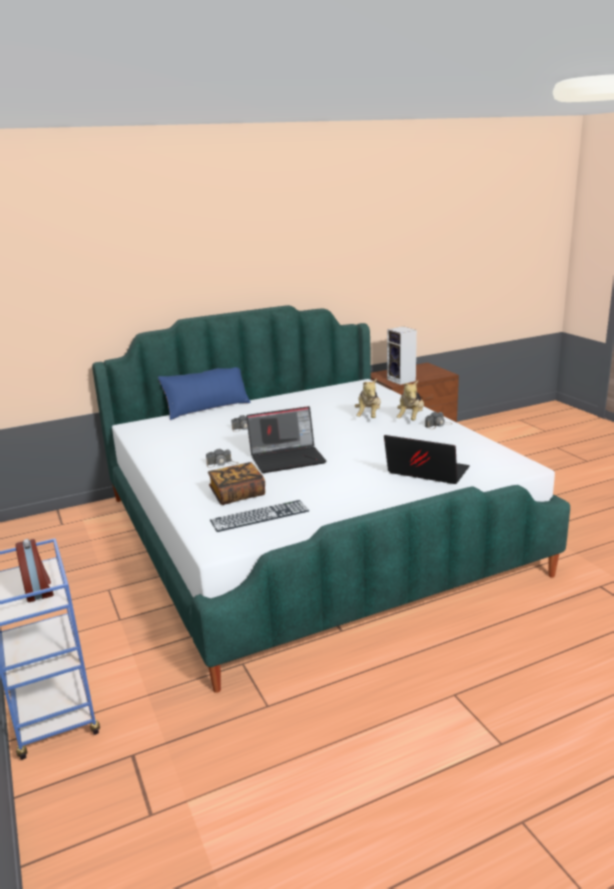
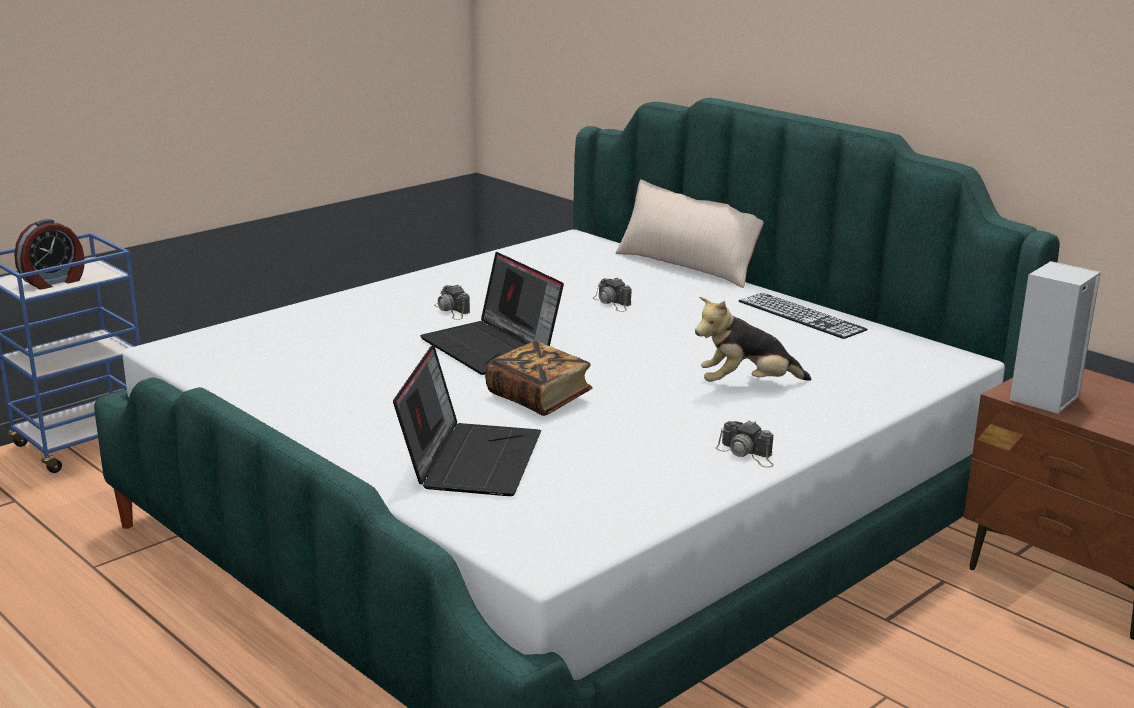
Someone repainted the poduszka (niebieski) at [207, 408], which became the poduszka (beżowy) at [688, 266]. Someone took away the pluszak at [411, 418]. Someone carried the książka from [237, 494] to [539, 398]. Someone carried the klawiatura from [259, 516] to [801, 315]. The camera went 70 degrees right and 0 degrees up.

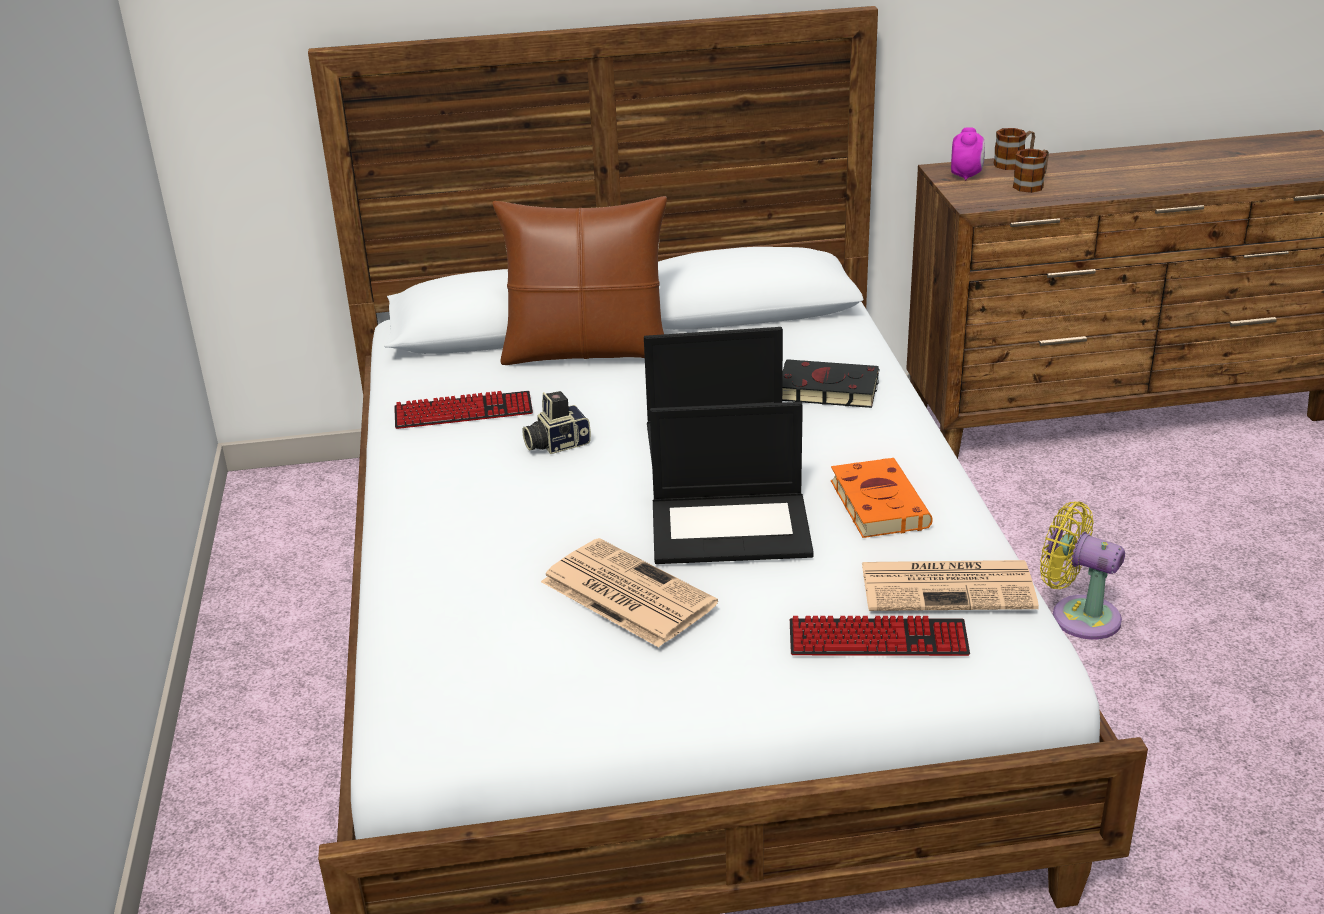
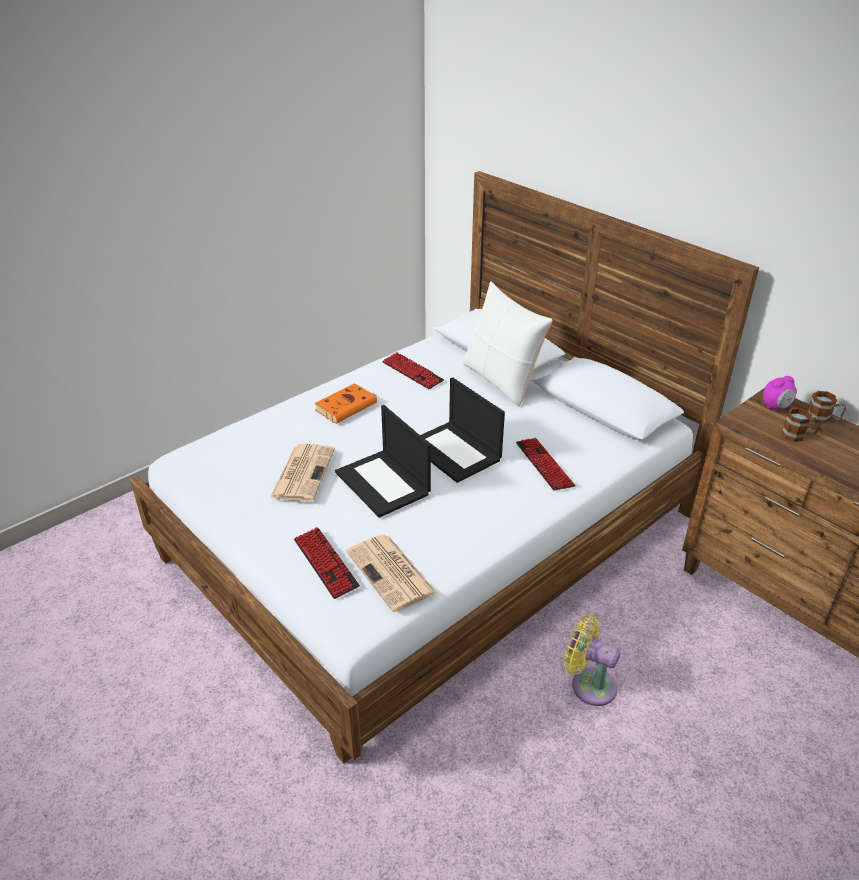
Someone repainted the poduszka (brązowy) at [587, 352], which became the poduszka (biały) at [501, 380]. Someone swapped the książka (czarny) at [824, 390] for the klawiatura at [544, 465]. Someone took away the aparat fotograficzny at [556, 443]. Someone carried the książka (pomarańczowy) from [877, 502] to [347, 406]. Someone rotated the wentylator (żółty) at [1078, 615] by 60 degrees counterclockwise. The camera went 55 degrees right and 5 degrees up.

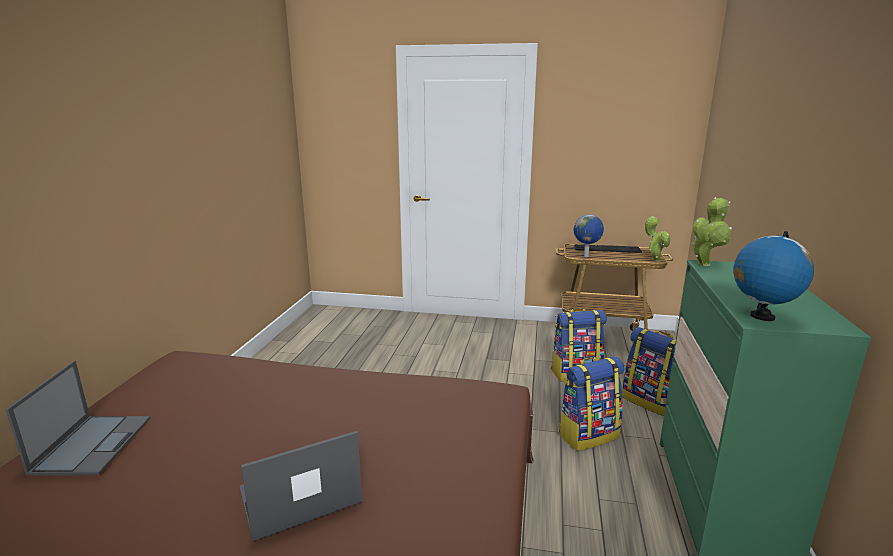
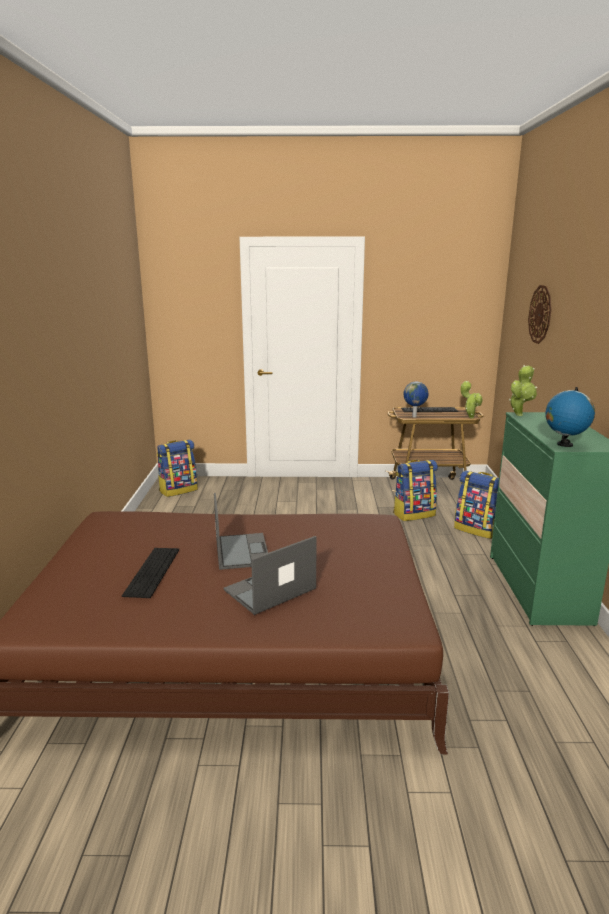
Someone carried the plecak from [588, 435] to [178, 490]. Someone carried the laptop from [93, 444] to [241, 551]. Someone put up the zegar ścienny at [540, 314]. Someone put down the klawiatura at [152, 571]. The camera went 10 degrees left and 0 degrees up.

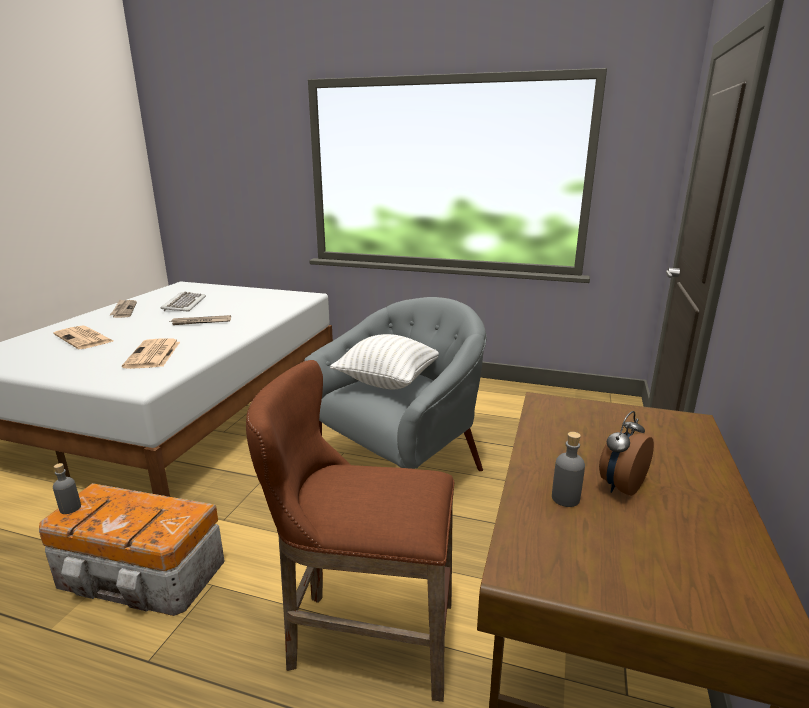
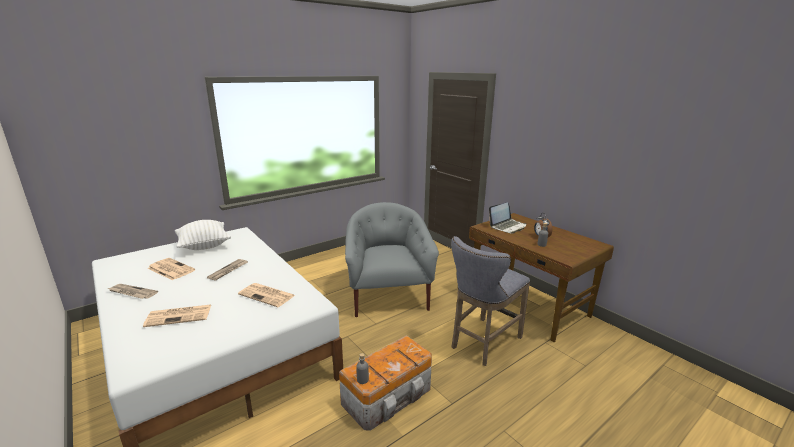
Someone swapped the klawiatura at [184, 304] for the gazeta at [170, 269]. Someone carried the poduszka (biały) from [388, 381] to [204, 246]. Someone repainted the stołek (brązowy) at [362, 637], which became the stołek (szary) at [483, 343]. Someone put down the laptop at [507, 226]. The camera went 55 degrees left and 0 degrees up.

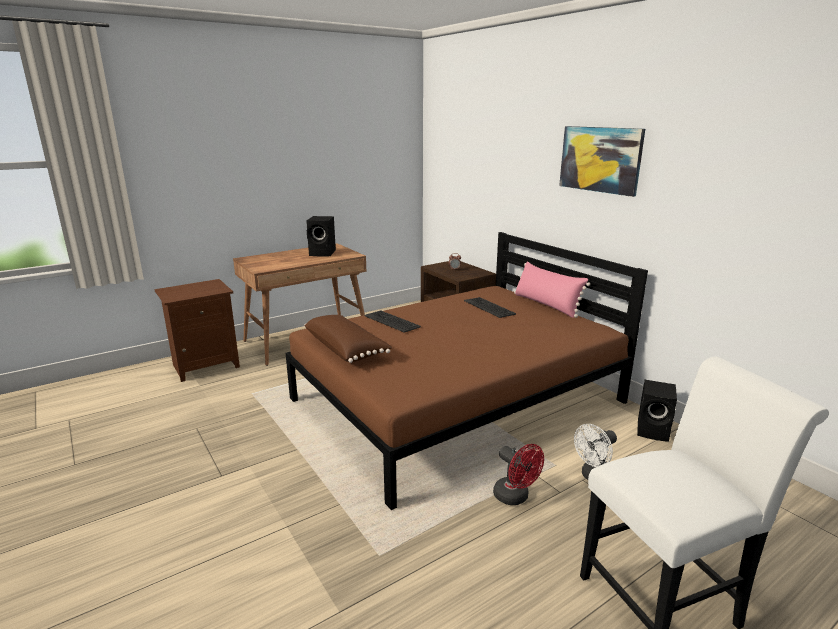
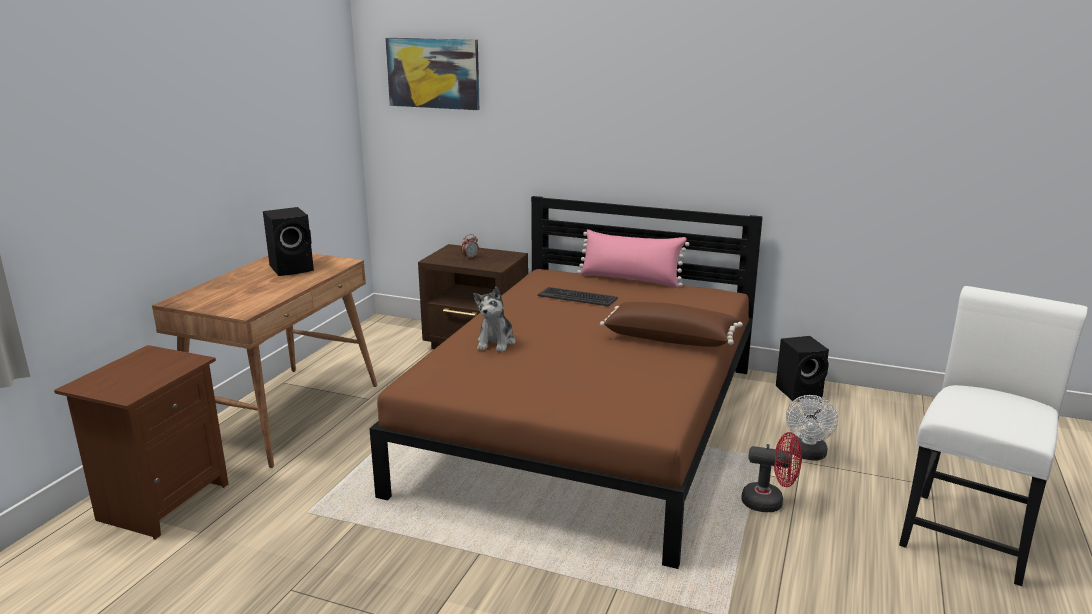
Someone carried the obraz from [600, 159] to [433, 73]. Someone swapped the klawiatura at [392, 321] for the pluszak at [496, 342]. Someone carried the poduszka (brązowy) from [346, 349] to [670, 338]. The camera went 35 degrees left and 0 degrees up.

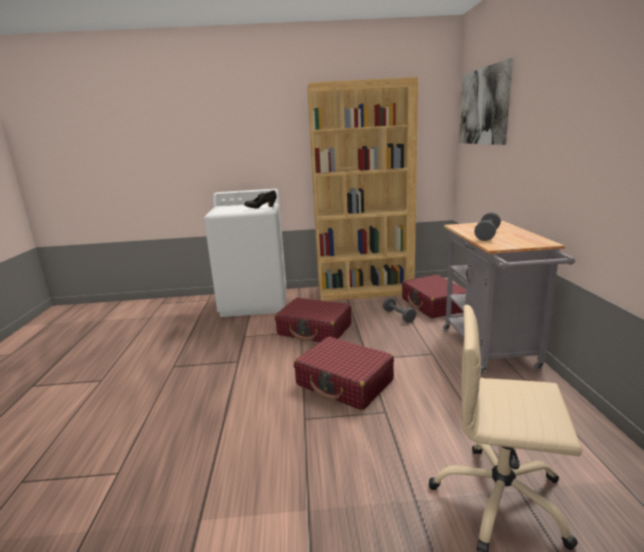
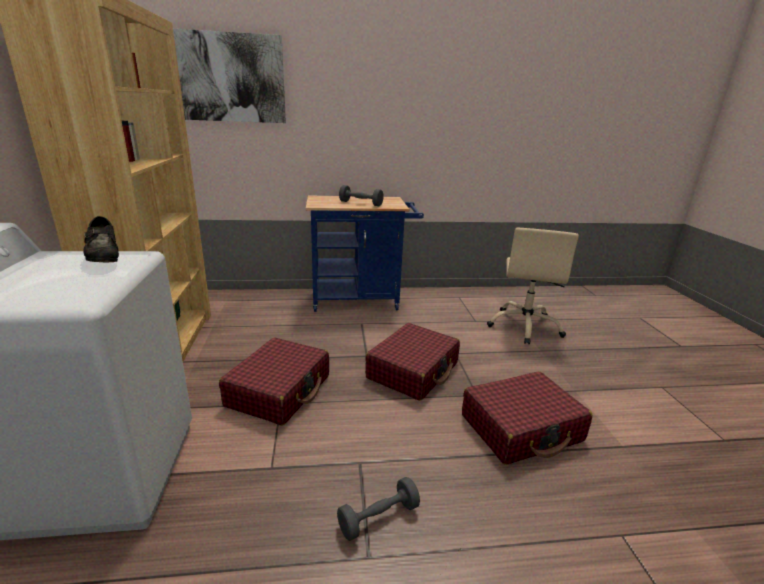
Someone repainted the wózek (szary) at [492, 351], which became the wózek (niebieski) at [361, 300]. Someone carried the walizka (czerwony) from [434, 305] to [521, 428]. Someone carried the hantel (szary) from [399, 316] to [378, 518]. The camera went 95 degrees left and 5 degrees up.

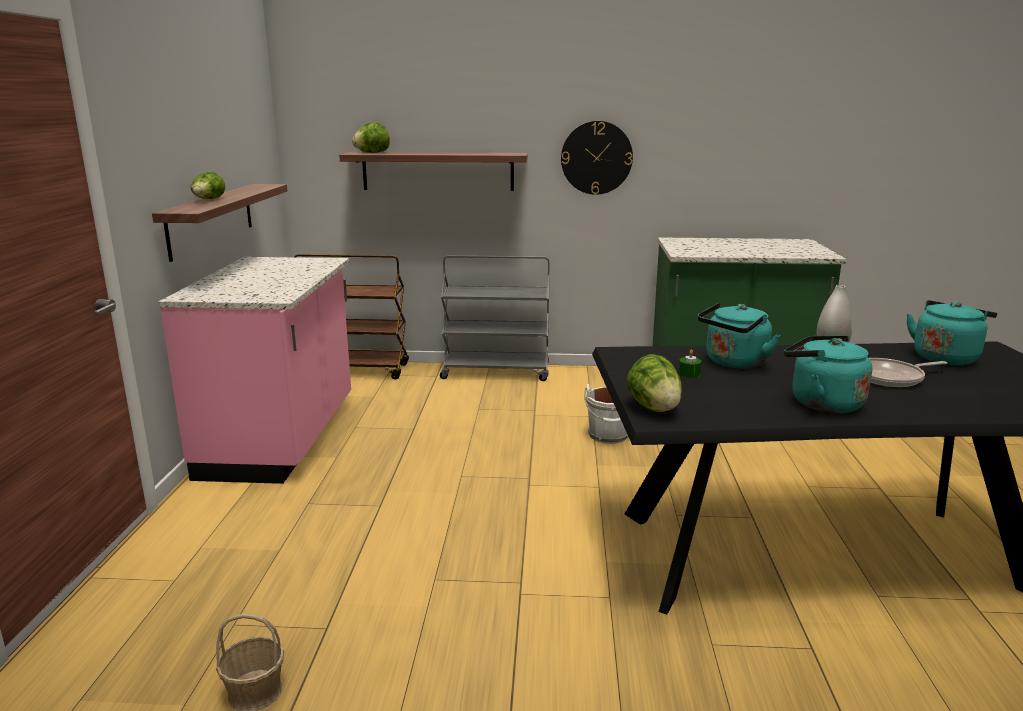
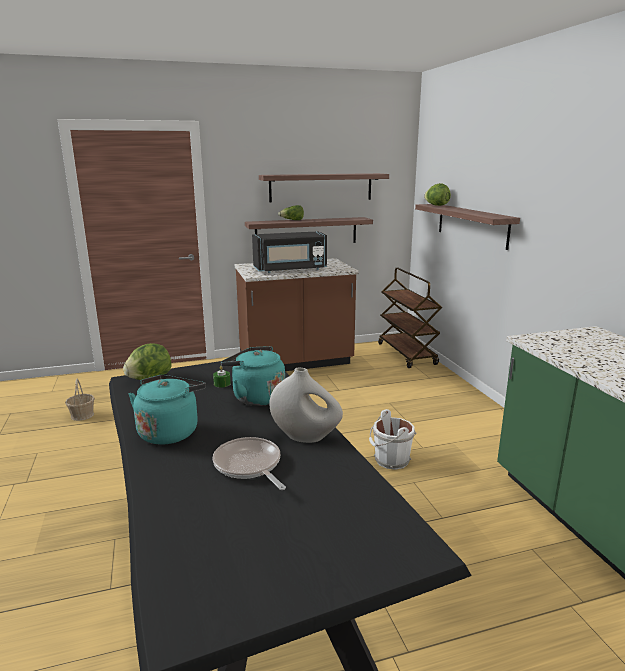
Someone took away the zegar ścienny at [596, 158]. Someone took away the wózek (szary) at [496, 372]. Someone repainted the zabudowa kuchenna (różowy) at [282, 440], which became the zabudowa kuchenna (brązowy) at [296, 362]. Someone took away the czajnik (turkusowy) at [945, 357]. Someone put up the półka at [321, 187]. Someone put down the mikrofalówka (czarny) at [290, 269]. The camera went 70 degrees right and 0 degrees up.

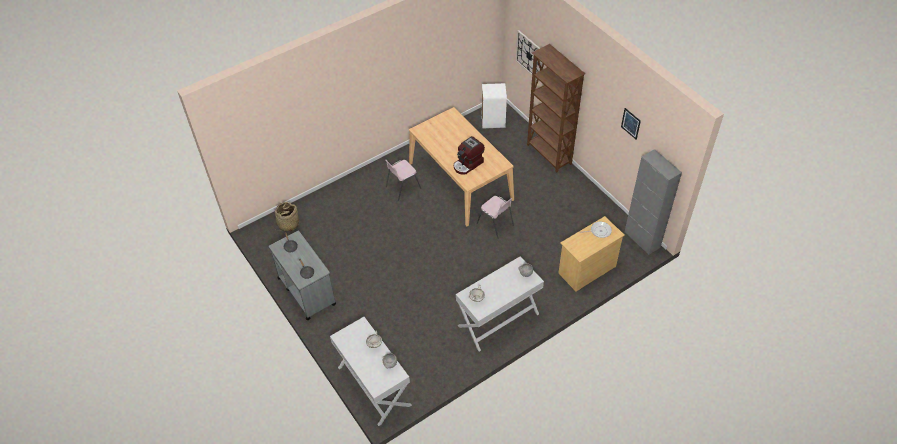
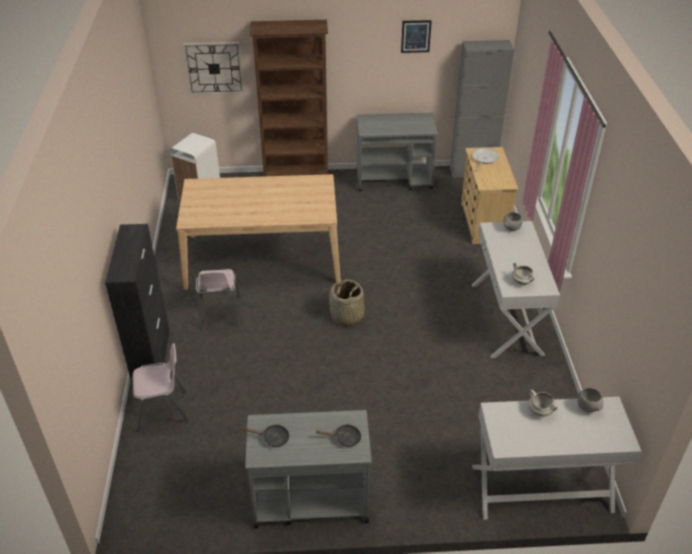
Someone took away the ekspres do kawy at [468, 164]. Someone carried the krzesło (różowy) from [495, 224] to [162, 411]. Someone carried the koszyk from [288, 224] to [347, 316]. Someone put down the wózek (szary) at [394, 180]. Someone put down the szafka (czarny) at [152, 358]. The camera went 60 degrees left and 10 degrees down.

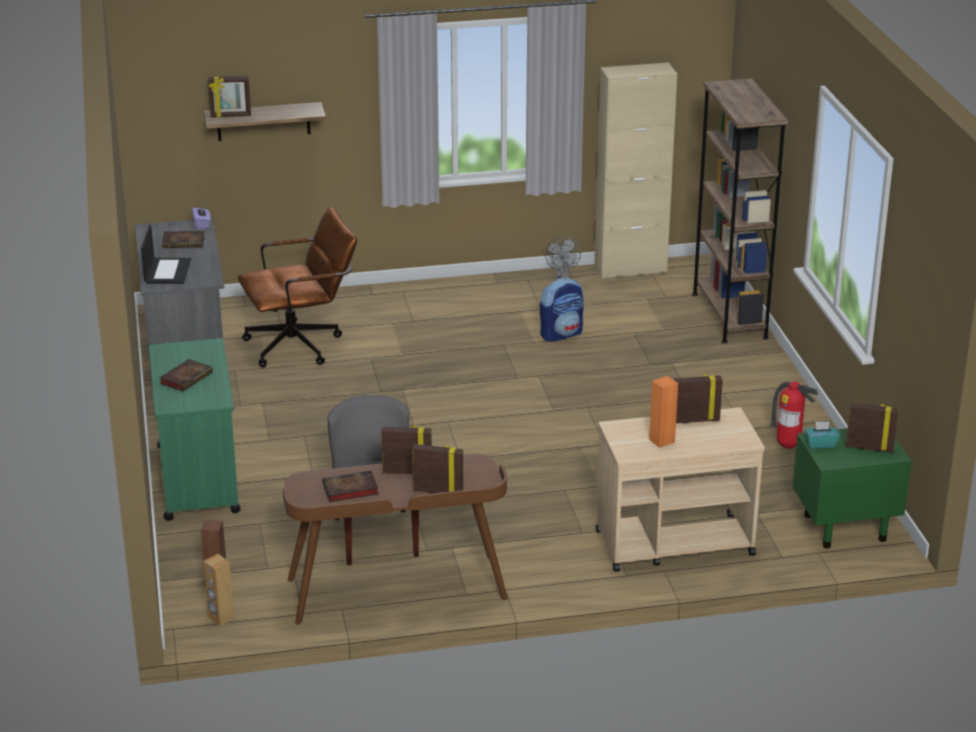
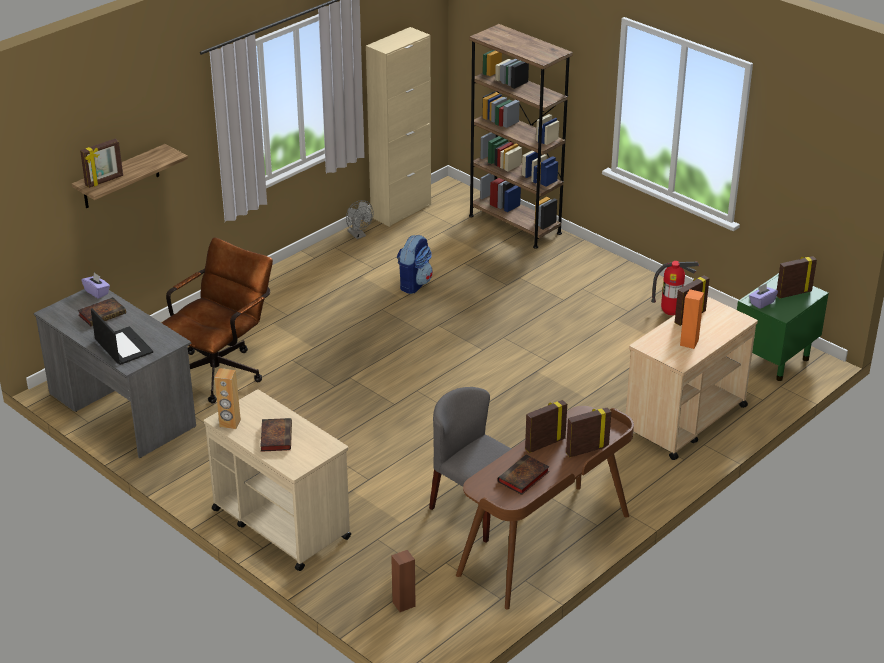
Someone repainted the wózek (zielony) at [198, 478], which became the wózek (beżowy) at [280, 523]. Someone repainted the pudełko chusteczek (turkusowy) at [820, 444], which became the pudełko chusteczek (fioletowy) at [761, 303]. Someone carried the głośnik (brązowy) from [221, 618] to [230, 423]. The camera went 35 degrees left and 5 degrees up.

